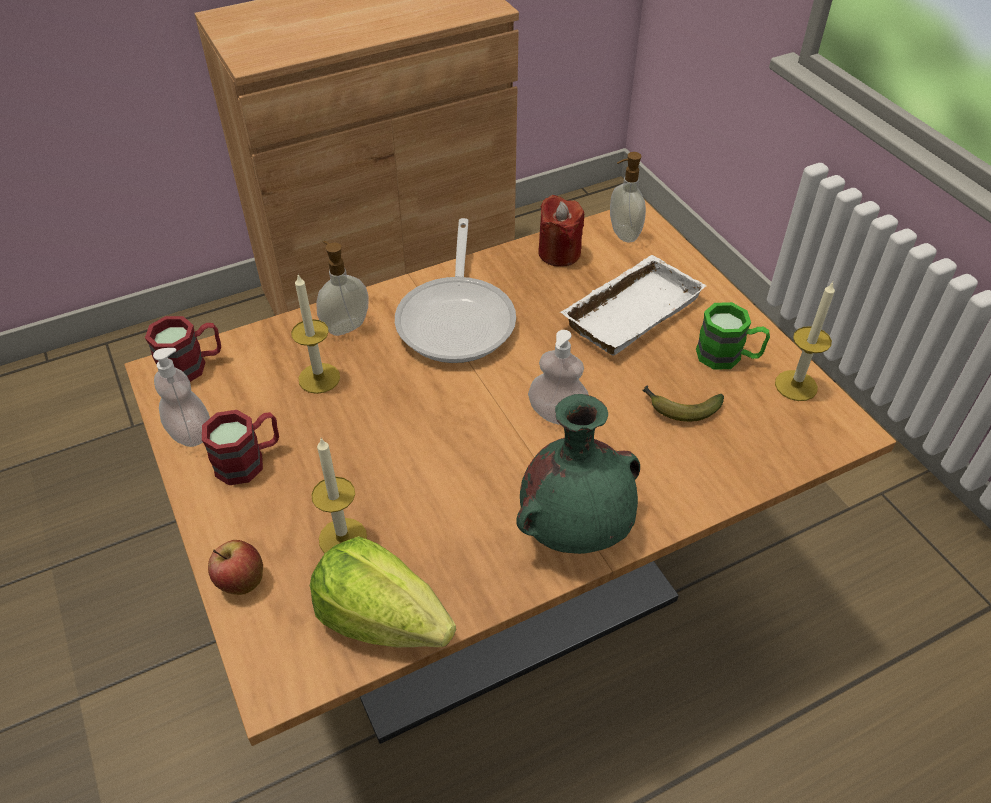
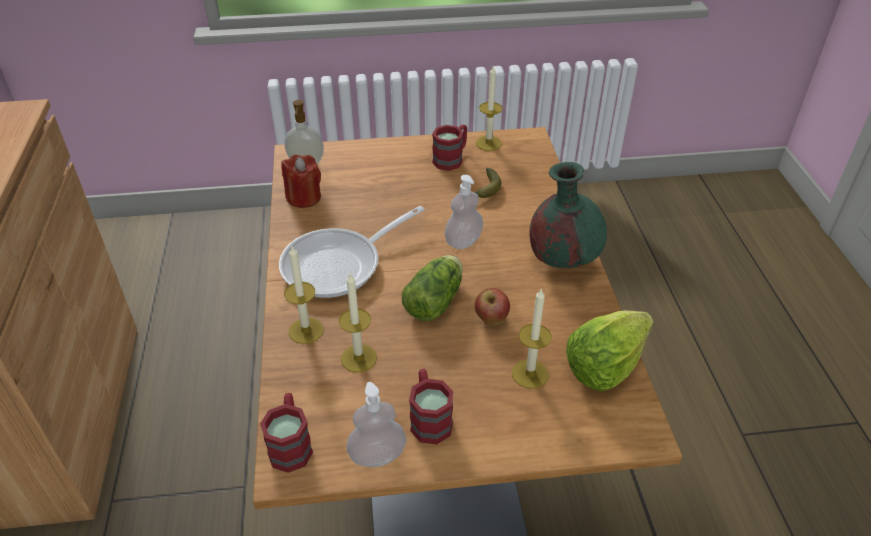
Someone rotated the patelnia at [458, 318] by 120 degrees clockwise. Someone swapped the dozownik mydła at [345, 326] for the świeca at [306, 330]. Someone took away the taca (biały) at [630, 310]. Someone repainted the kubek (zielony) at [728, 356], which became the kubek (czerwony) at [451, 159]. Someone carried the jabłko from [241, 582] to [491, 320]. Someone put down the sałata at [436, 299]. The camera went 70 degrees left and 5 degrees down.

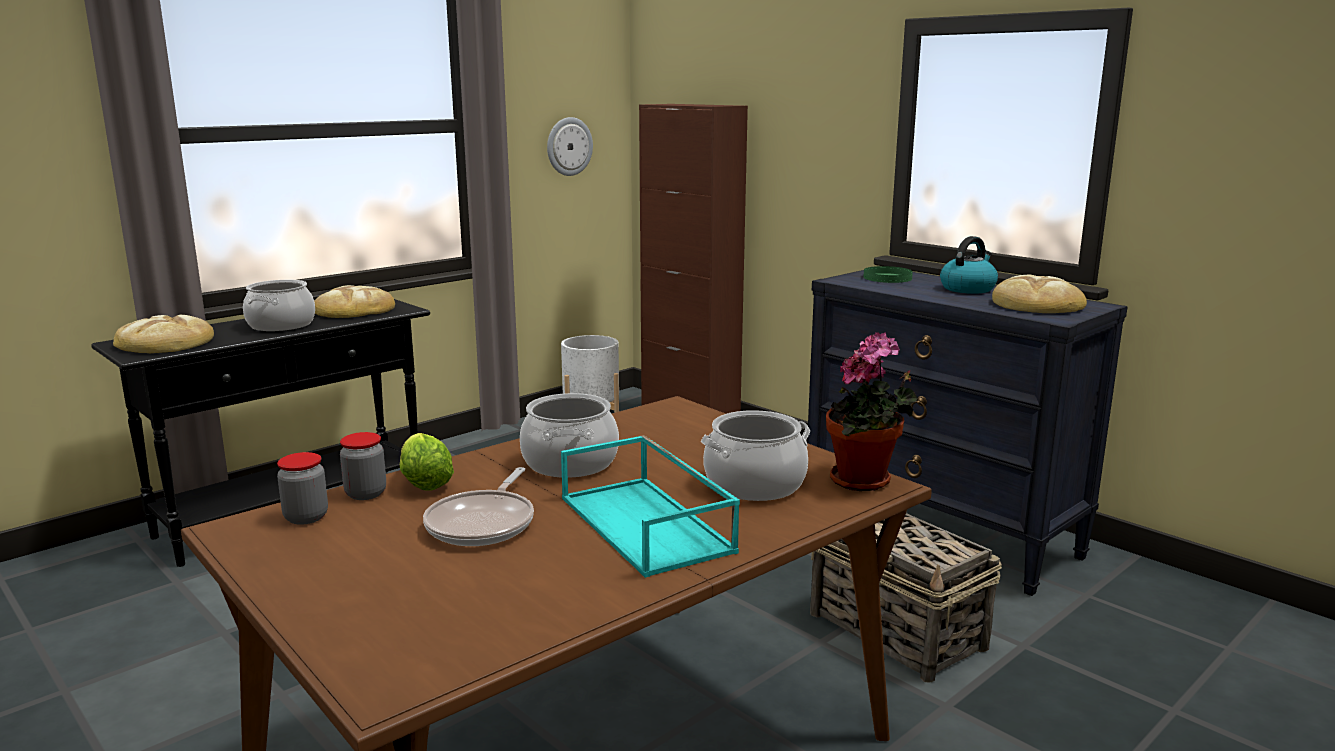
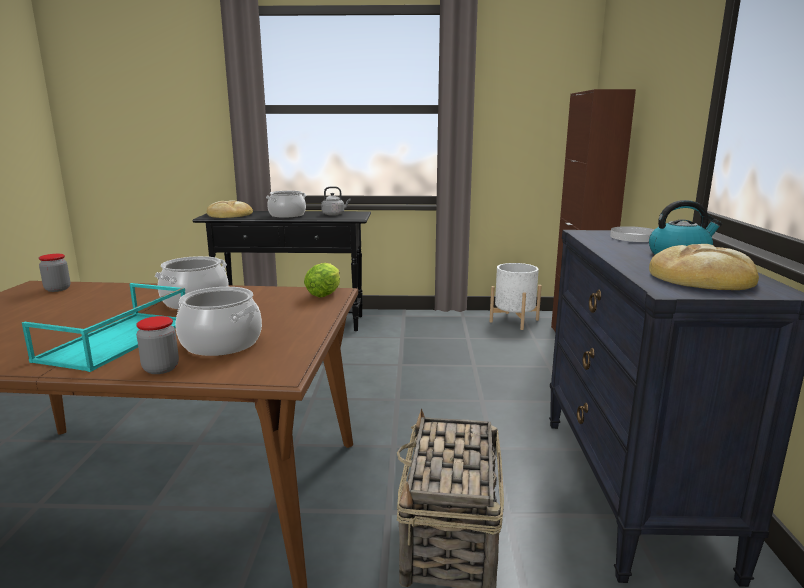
Someone took away the zegar ścienny at [569, 146]. Someone repainted the talerz (zielony) at [887, 278], which became the talerz (biały) at [633, 237]. Someone swapped the chleb at [353, 310] for the czajnik (szary) at [334, 214]. Someone took away the roślina doniczkowa at [865, 482]. Someone carried the słoik from [366, 494] to [161, 368]. Someone carried the sałata from [424, 482] to [325, 293]. Someone took away the patelnia at [484, 523]. The camera went 45 degrees right and 0 degrees up.

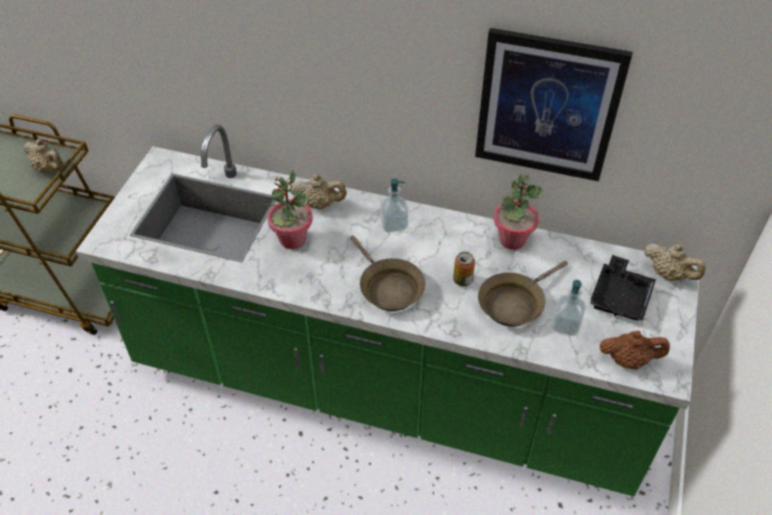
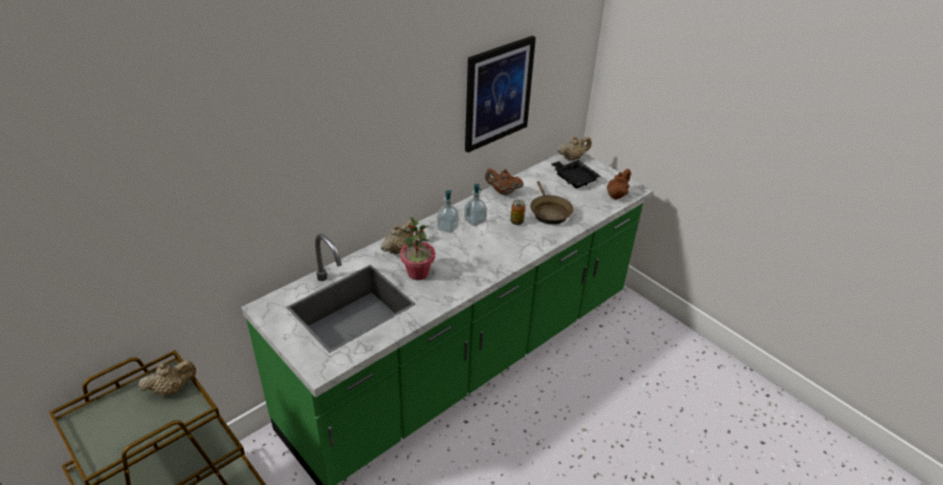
Someone swapped the roślina doniczkowa at [512, 239] for the imbryk (brązowy) at [503, 192]. Someone took away the patelnia (brązowy) at [388, 287]. Someone carried the dozownik mydła from [565, 325] to [475, 220]. The camera went 60 degrees left and 10 degrees down.

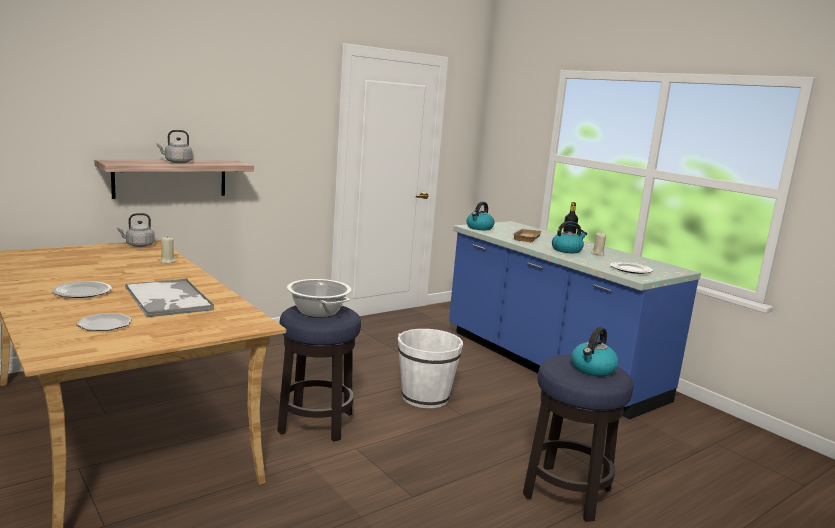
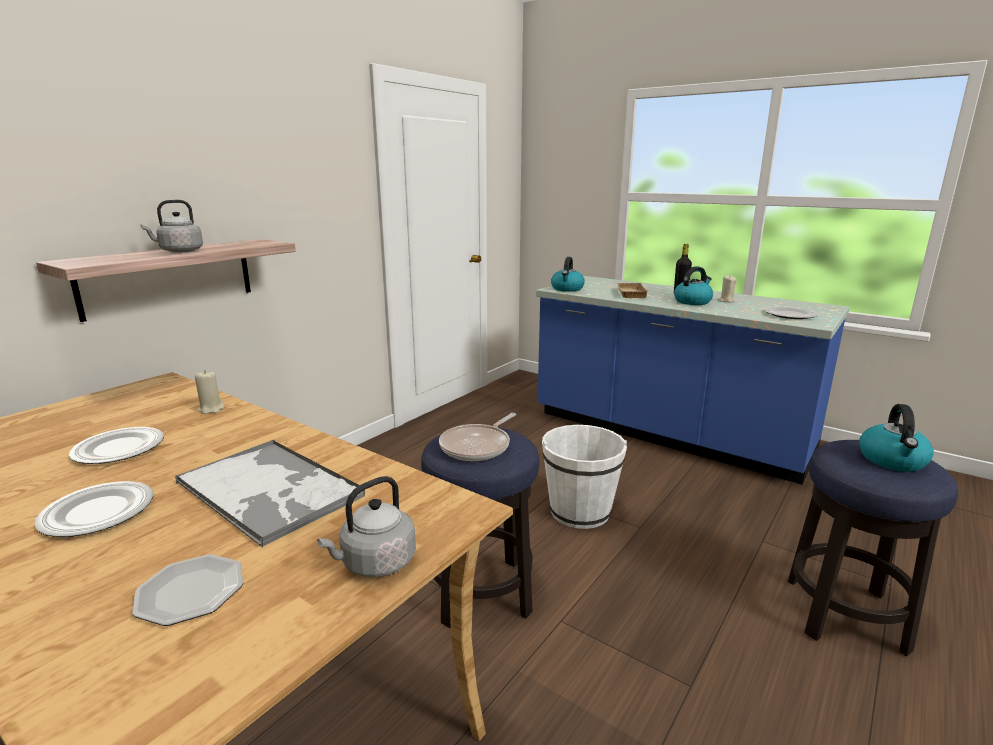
Someone carried the czajnik (szary) from [138, 245] to [375, 564]. Someone swapped the garnek at [318, 312] for the patelnia at [478, 446]. Someone put down the talerz at [118, 449]. The camera went 15 degrees left and 5 degrees up.

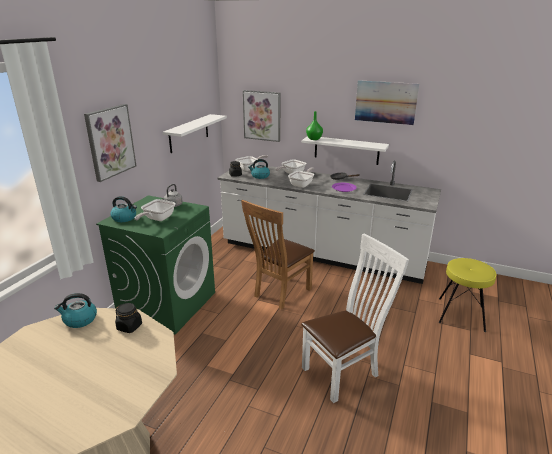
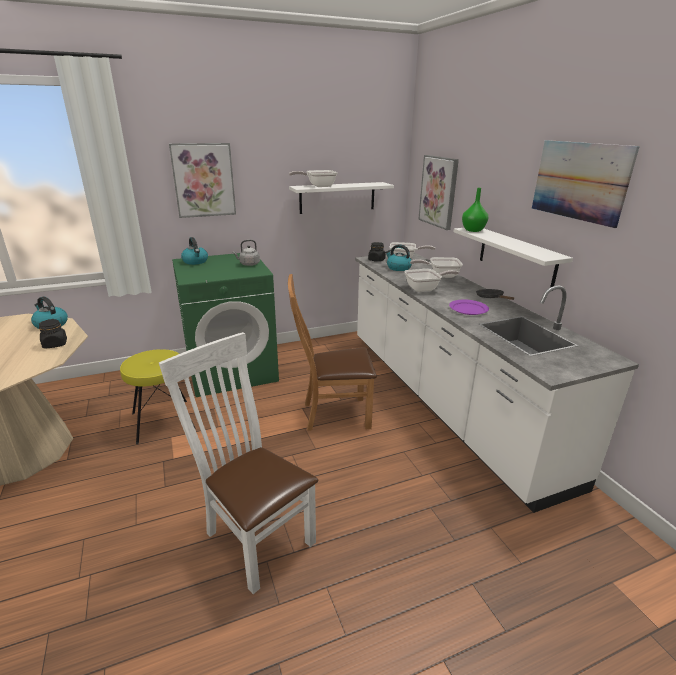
Someone carried the patelnia from [157, 219] to [318, 186]. Someone rotated the krzesło (biały) at [344, 371] by 150 degrees counterclockwise. Someone carried the stołek (żółty) from [461, 314] to [163, 421]. The camera went 45 degrees right and 0 degrees up.

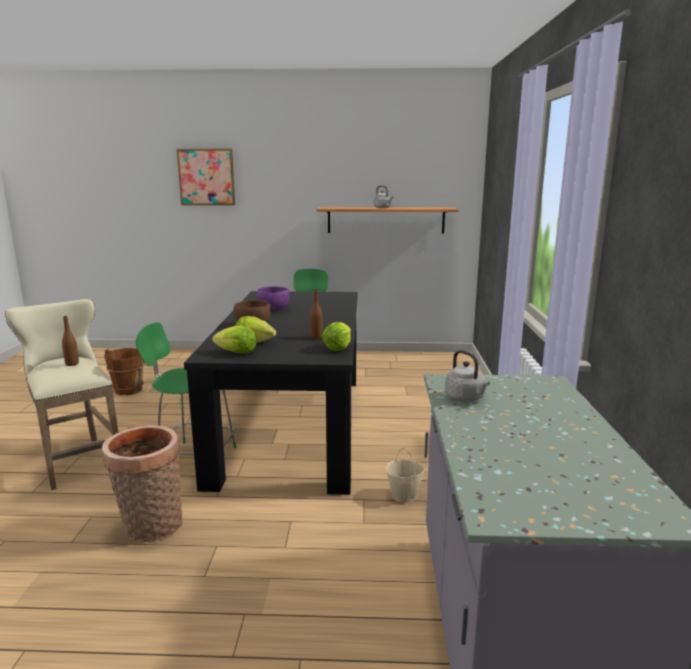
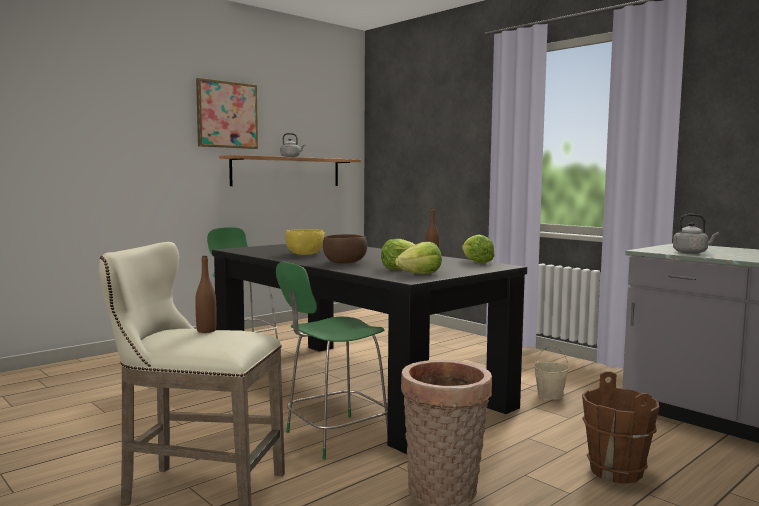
Someone carried the obraz from [206, 177] to [227, 115]. Someone repainted the miska (fioletowy) at [273, 309], which became the miska (żółty) at [305, 254]. Someone carried the wiadro (brązowy) from [128, 390] to [615, 471]. The camera went 45 degrees left and 10 degrees down.

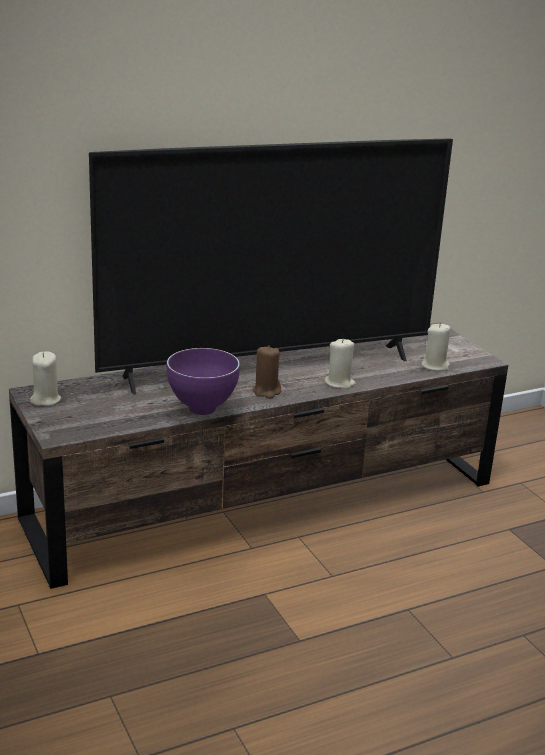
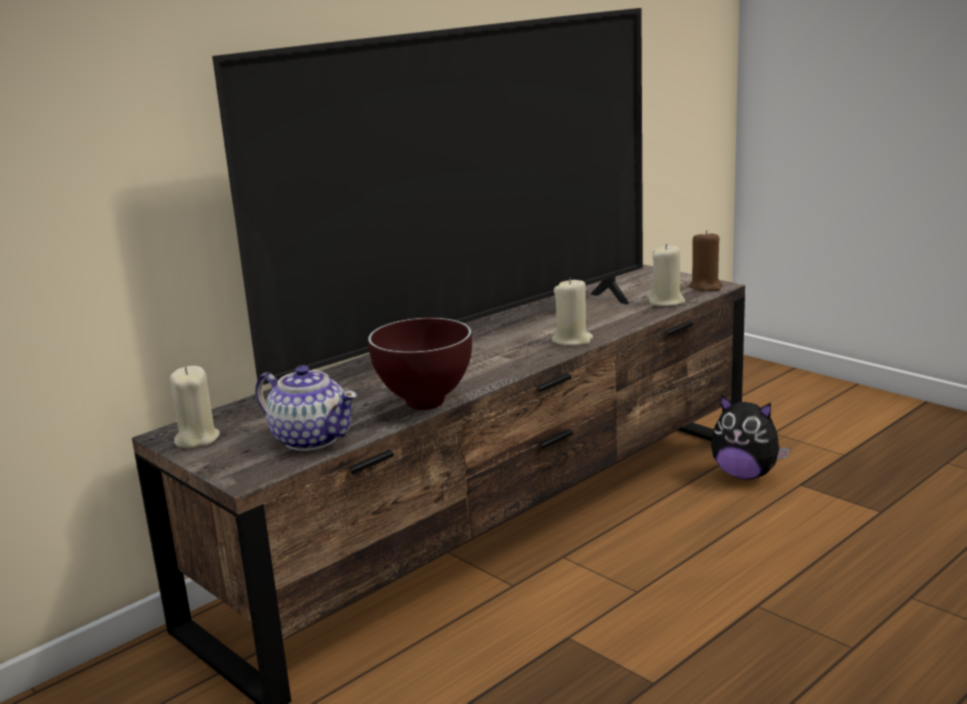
Someone carried the świeca (brązowy) from [266, 391] to [706, 286]. Someone repainted the miska (fioletowy) at [201, 410], which became the miska (brązowy) at [424, 405]. Someone put down the imbryk at [310, 438]. Someone put down the pluszak at [745, 474]. The camera went 15 degrees left and 5 degrees down.

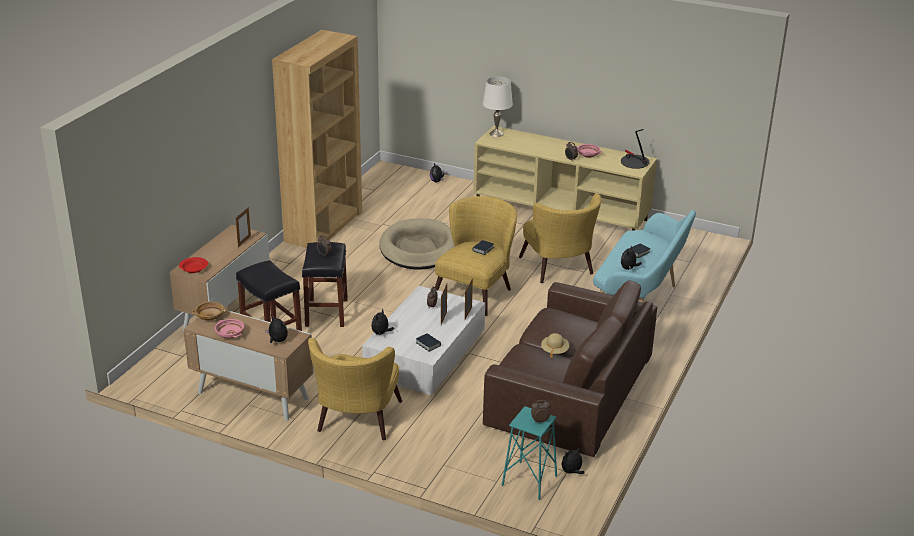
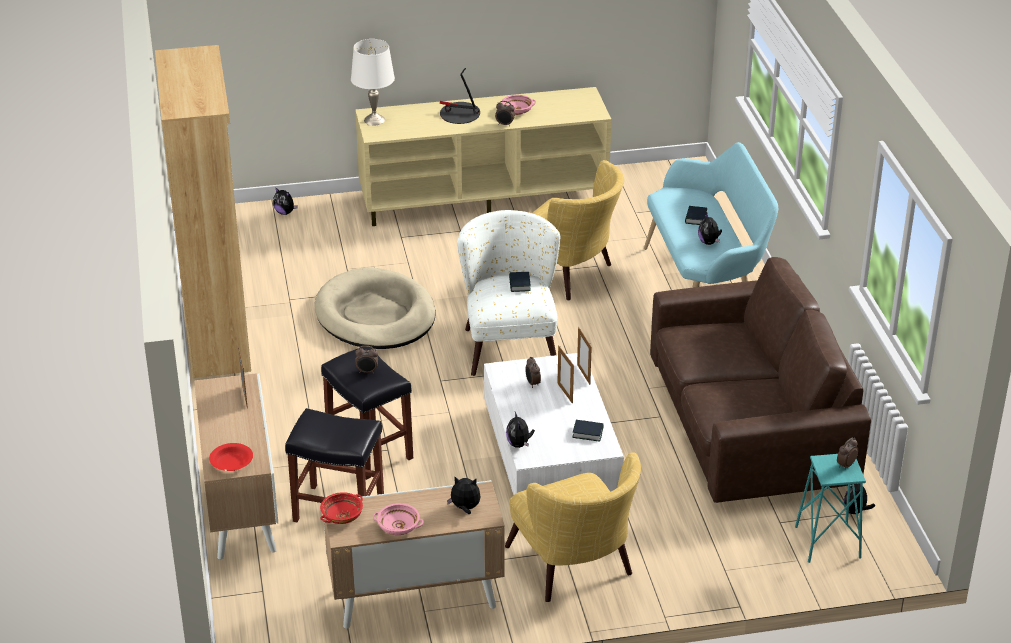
Someone carried the lampa stołowa from [634, 162] to [460, 114]. Someone repainted the fotel (żółty) at [476, 291], which became the fotel (biały) at [509, 342]. Someone repainted the miska (beżowy) at [210, 316], which became the miska (czerwony) at [342, 516]. Someone took away the kapelusz (beżowy) at [554, 350]. The camera went 35 degrees left and 5 degrees up.

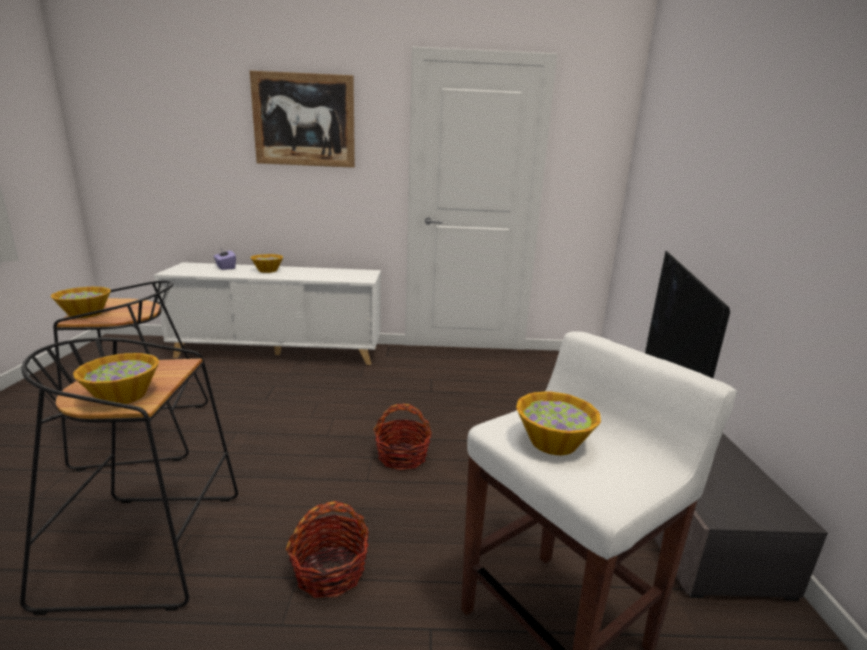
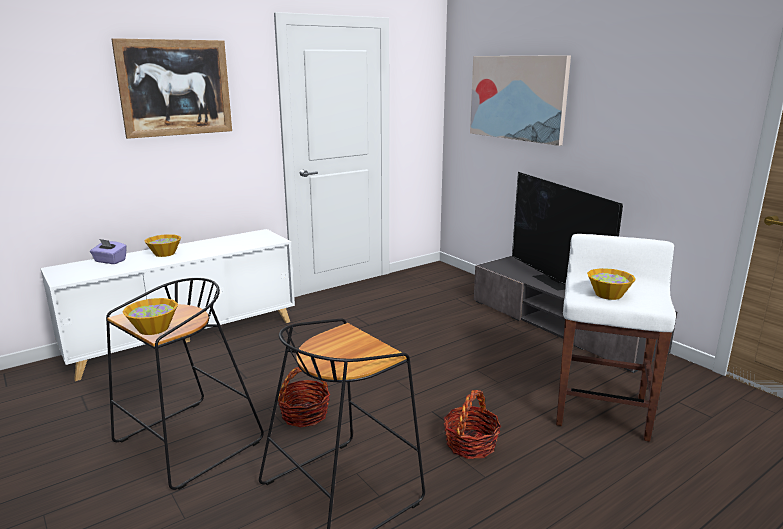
Someone took away the miska at [123, 395]. Someone carried the koszyk from [402, 456] to [304, 414]. Someone put up the obraz at [517, 98]. The camera went 35 degrees left and 0 degrees up.

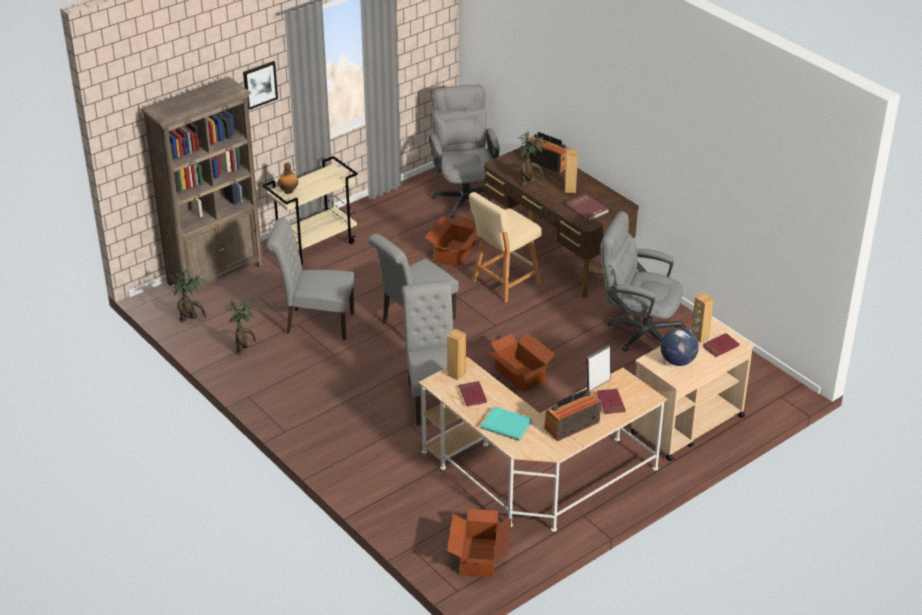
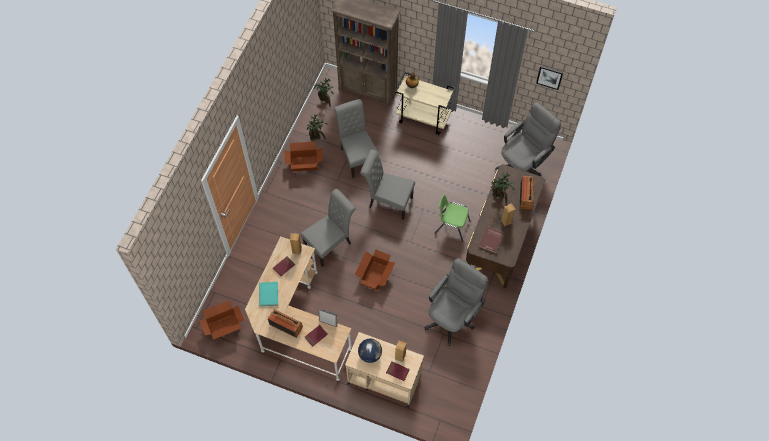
Someone carried the obraz from [259, 85] to [549, 77]. Someone swapped the stołek (beżowy) at [503, 283] for the krzesło (zielony) at [451, 227]. Someone rotated the krzesło biurowe (szary) at [638, 331] by 45 degrees clockwise. Someone carried the karton from [455, 253] to [304, 164]. The camera went 60 degrees right and 25 degrees up.

